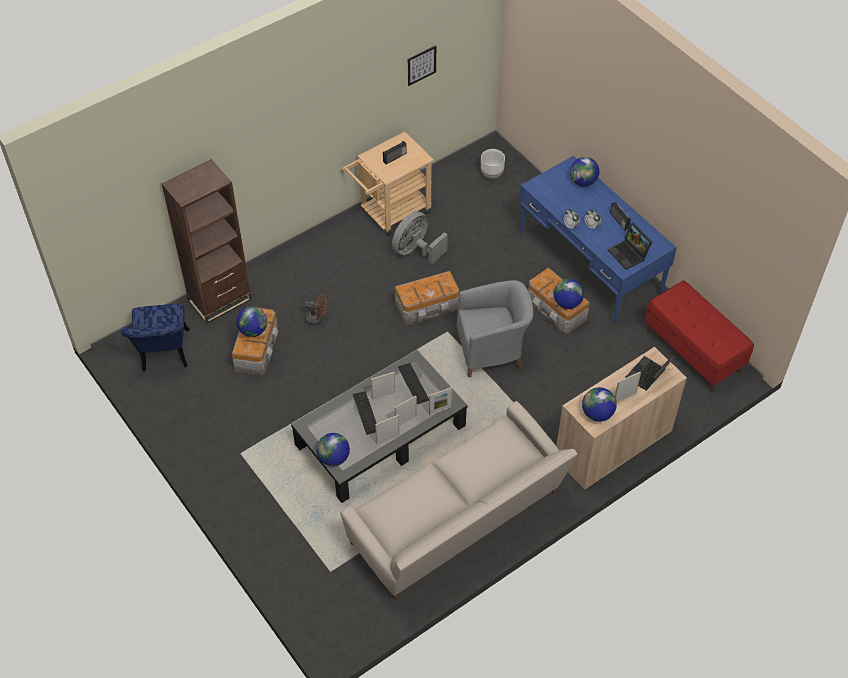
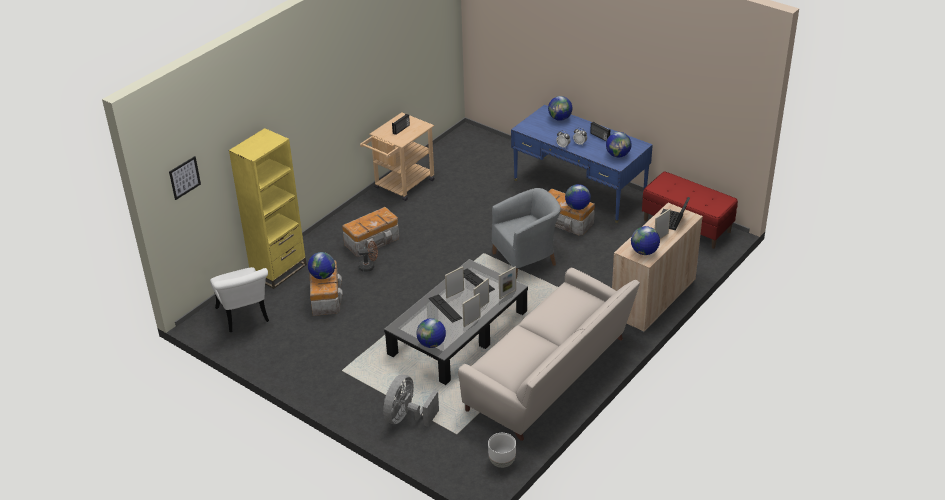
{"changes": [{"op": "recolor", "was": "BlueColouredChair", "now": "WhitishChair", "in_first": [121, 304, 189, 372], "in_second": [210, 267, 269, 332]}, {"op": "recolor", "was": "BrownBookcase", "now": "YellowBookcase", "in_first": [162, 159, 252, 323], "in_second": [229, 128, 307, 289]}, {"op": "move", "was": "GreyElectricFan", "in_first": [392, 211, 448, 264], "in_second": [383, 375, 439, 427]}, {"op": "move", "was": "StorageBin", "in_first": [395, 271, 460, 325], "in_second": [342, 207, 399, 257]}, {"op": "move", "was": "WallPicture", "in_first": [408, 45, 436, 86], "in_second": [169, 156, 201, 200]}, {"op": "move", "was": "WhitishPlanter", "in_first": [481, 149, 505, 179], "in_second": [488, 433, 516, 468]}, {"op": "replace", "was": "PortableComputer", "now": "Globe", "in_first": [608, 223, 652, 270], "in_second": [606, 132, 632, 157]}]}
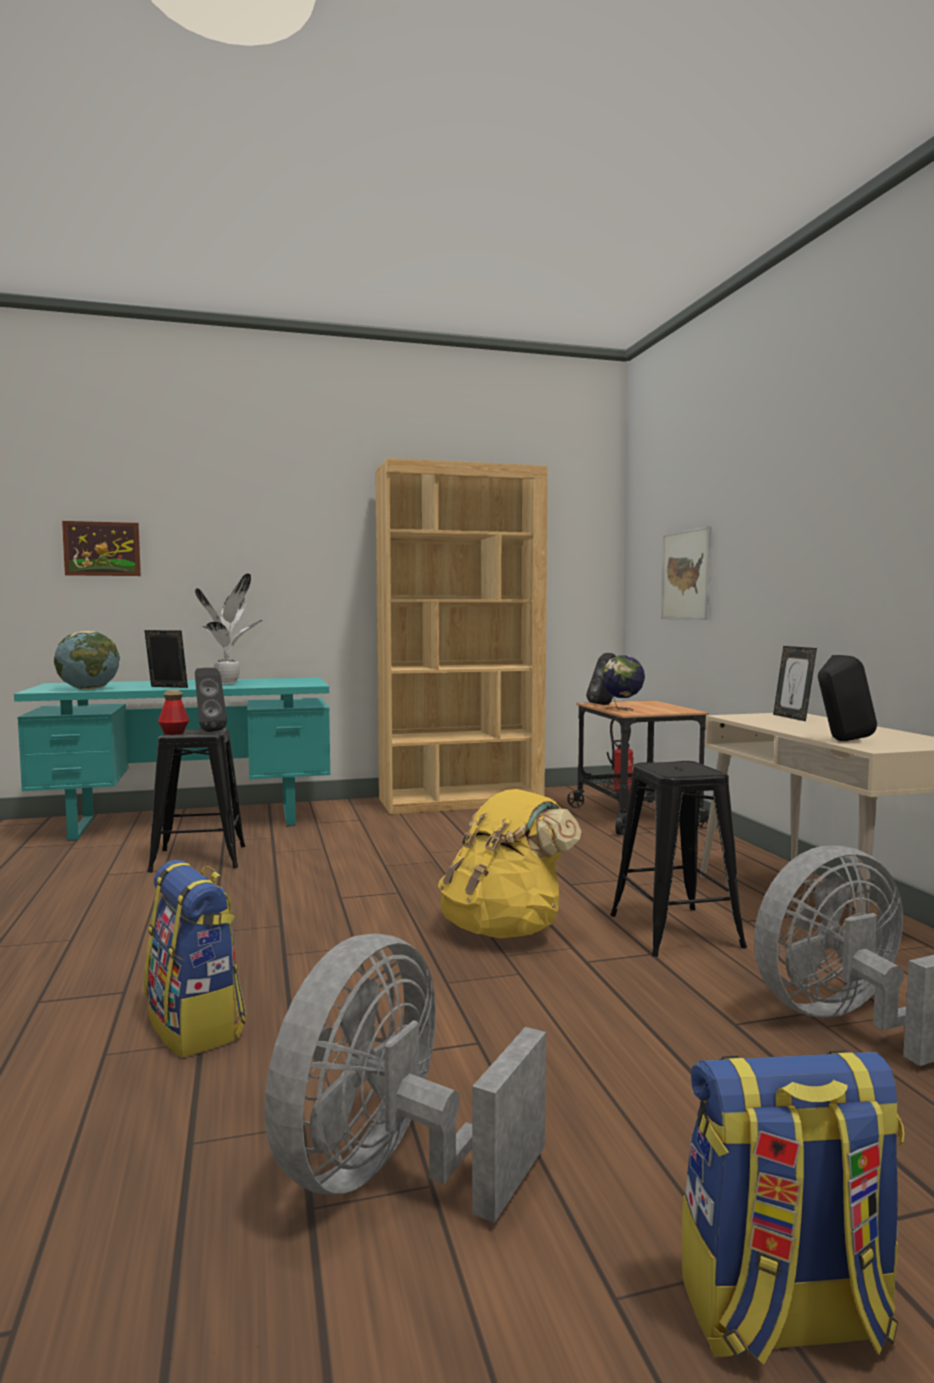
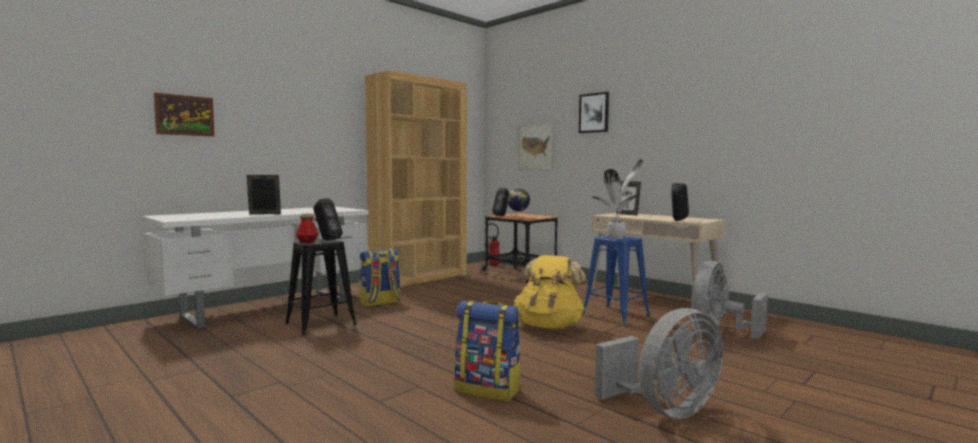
{"changes": [{"op": "recolor", "was": "TurquoiseColouredDeskTable", "now": "WhitishDeskTable", "in_first": [14, 677, 331, 841], "in_second": [142, 207, 369, 329]}, {"op": "delete", "was": "Globe", "in_first": [54, 631, 120, 690]}, {"op": "move", "was": "PlantInAPot", "in_first": [195, 573, 263, 684], "in_second": [593, 159, 643, 239]}, {"op": "rotate", "was": "GreyElectricFan", "in_first": [265, 934, 546, 1223], "in_second": [595, 308, 723, 419], "clockwise": -120}, {"op": "recolor", "was": "BlackStoolSeat", "now": "BlueColouredStoolSeat", "in_first": [610, 761, 747, 957], "in_second": [583, 236, 650, 325]}, {"op": "move", "was": "Rucksack", "in_first": [682, 1050, 904, 1365], "in_second": [360, 249, 401, 307]}, {"op": "insert", "now": "WallPicture", "in_second": [579, 92, 609, 133]}]}
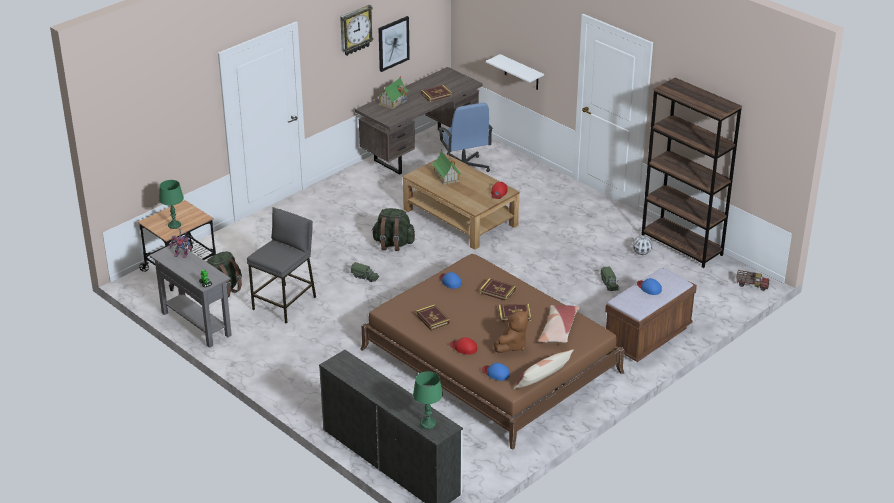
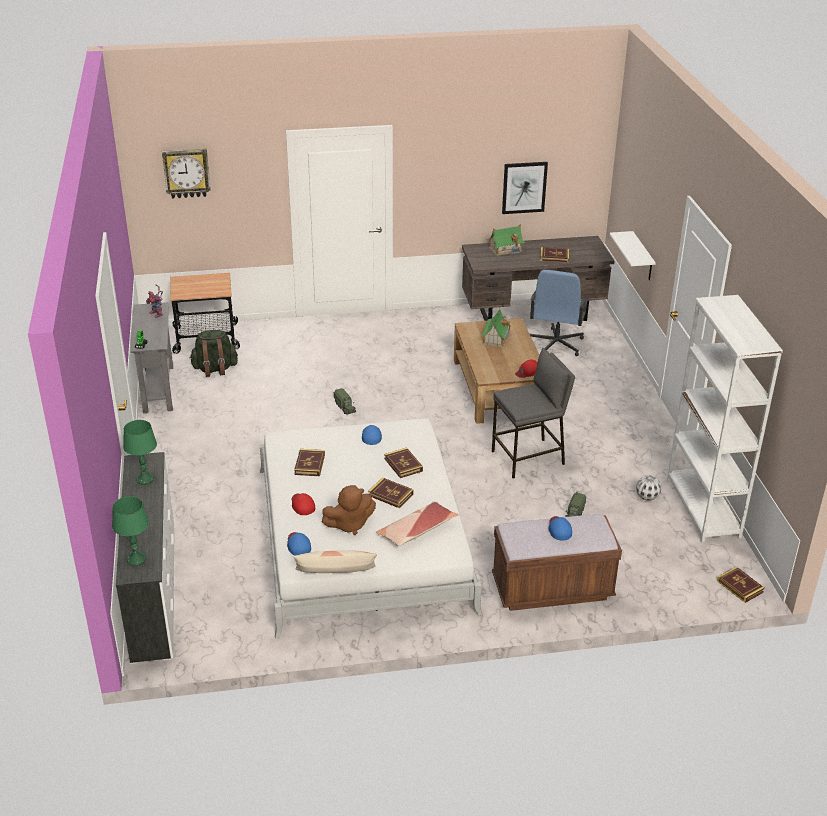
{"changes": [{"op": "move", "was": "GreenColouredTabletopLamp", "in_first": [159, 180, 184, 229], "in_second": [123, 420, 157, 485]}, {"op": "move", "was": "GreyStoolSeat", "in_first": [247, 207, 316, 323], "in_second": [492, 348, 575, 479]}, {"op": "move", "was": "HangingClock", "in_first": [340, 5, 374, 56], "in_second": [162, 149, 211, 199]}, {"op": "recolor", "was": "BrownSleepingBed", "now": "WhitishSleepingBed", "in_first": [360, 254, 624, 450], "in_second": [260, 418, 482, 638]}, {"op": "delete", "was": "GreenColouredRucksack", "in_first": [372, 208, 415, 251]}, {"op": "recolor", "was": "BrownBookcase", "now": "WhitishBookcase", "in_first": [641, 78, 742, 268], "in_second": [667, 295, 783, 543]}, {"op": "replace", "was": "ToyTruck", "now": "Volume", "in_first": [736, 270, 770, 291], "in_second": [717, 567, 765, 603]}]}
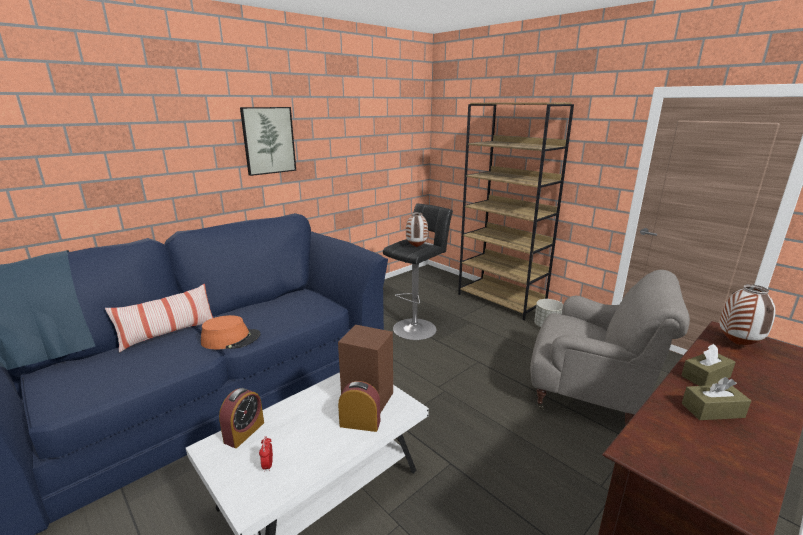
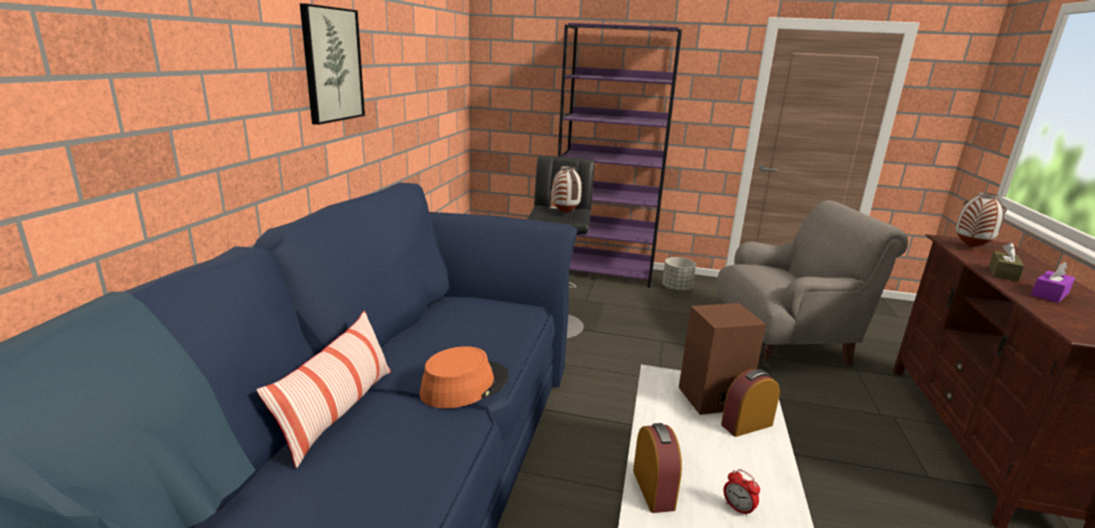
{"changes": [{"op": "recolor", "was": "BrownBookcase", "now": "PurpleBookcase", "in_first": [458, 103, 574, 320], "in_second": [555, 23, 682, 288]}, {"op": "recolor", "was": "BrownTissueHolder", "now": "PurpleTissueHolder", "in_first": [682, 377, 751, 420], "in_second": [1031, 262, 1075, 303]}]}
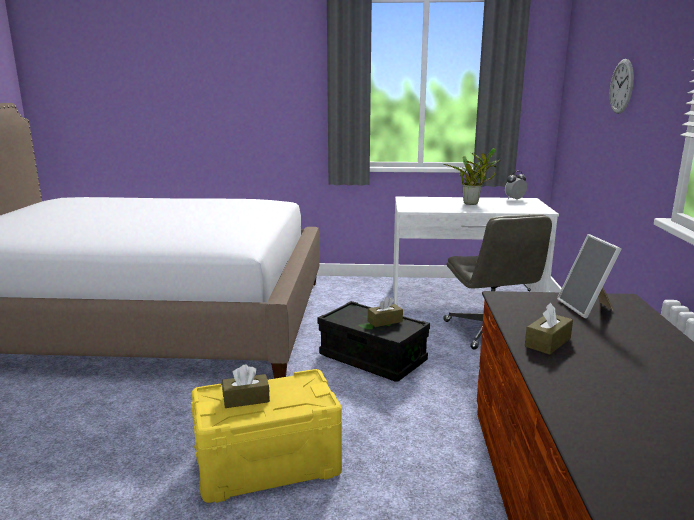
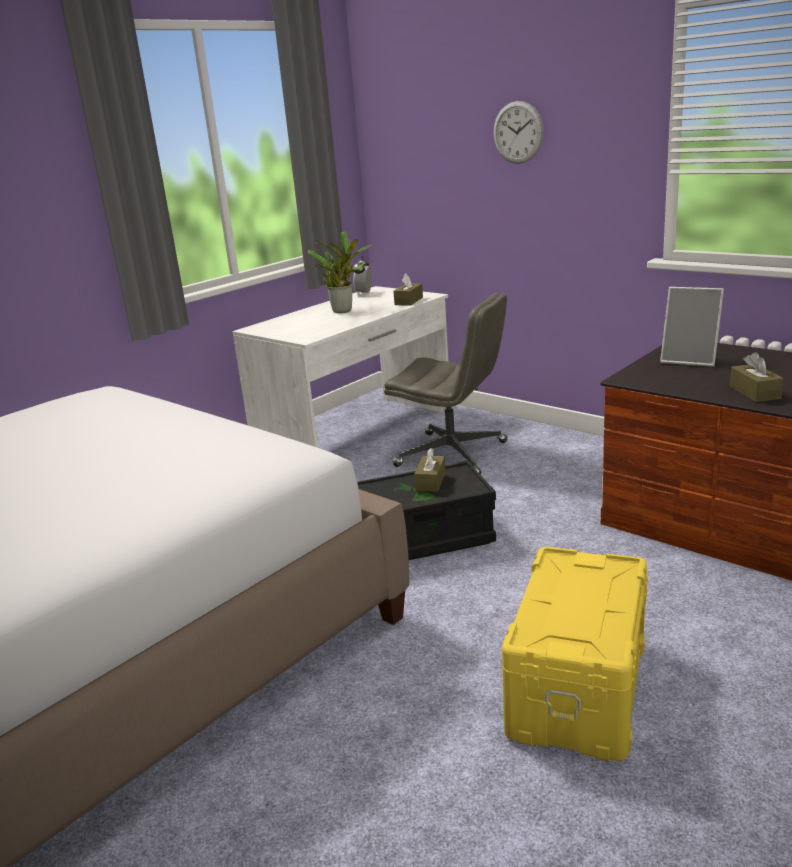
{"changes": [{"op": "move", "was": "BrownTissueHolder", "in_first": [222, 365, 270, 408], "in_second": [393, 273, 423, 306]}]}
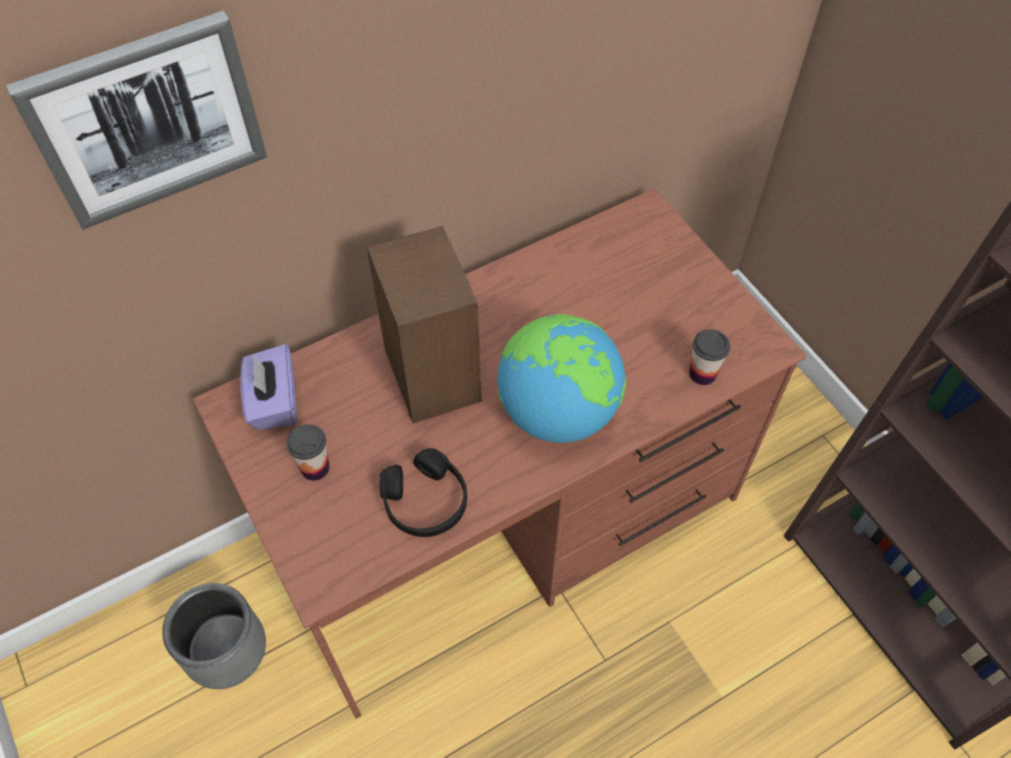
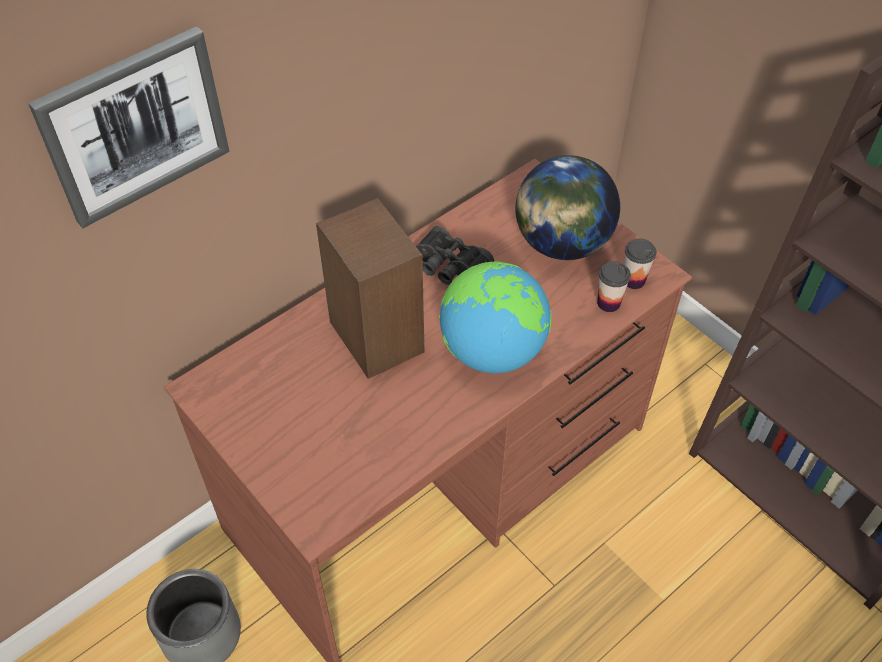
{"changes": [{"op": "delete", "was": "PurpleTissueHolder", "in_first": [241, 344, 297, 430]}, {"op": "move", "was": "DrinkingCup", "in_first": [286, 424, 329, 481], "in_second": [624, 239, 656, 289]}, {"op": "delete", "was": "BlackPairOfHeadphones", "in_first": [380, 448, 467, 537]}, {"op": "insert", "now": "BlackBinoculars", "in_second": [416, 226, 494, 285]}, {"op": "insert", "now": "Globe", "in_second": [515, 155, 620, 260]}]}
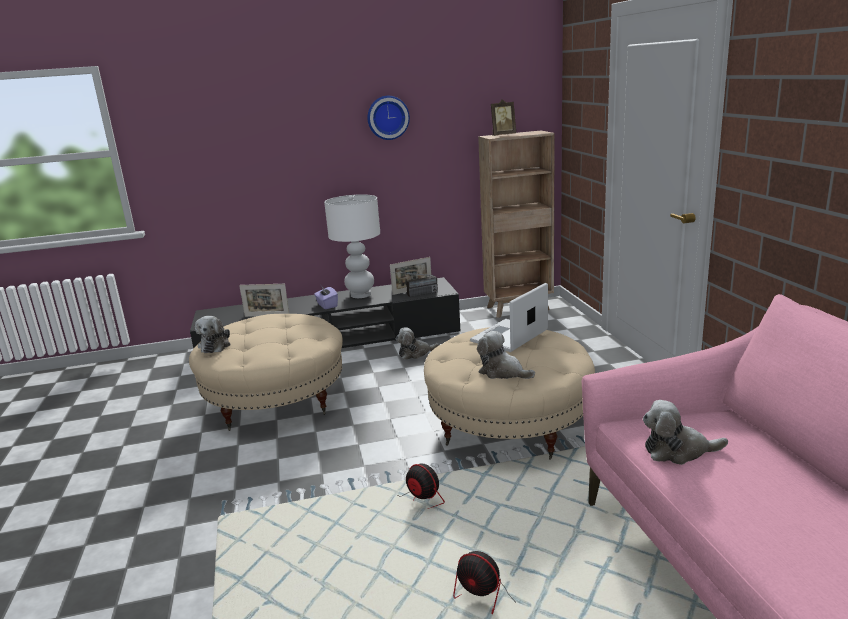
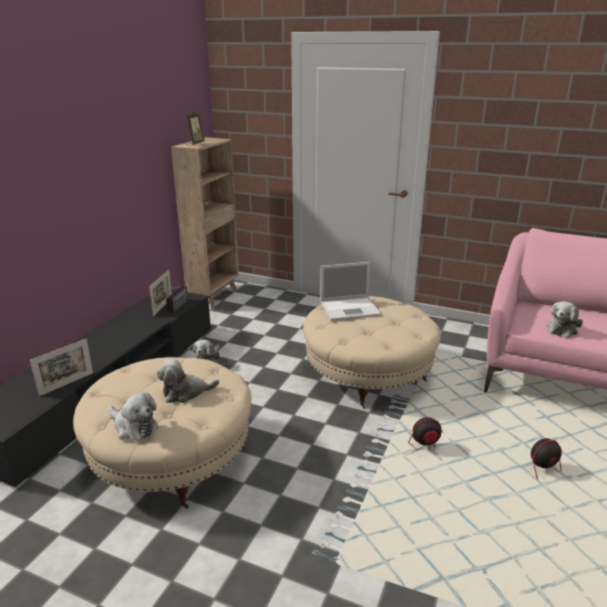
{"changes": [{"op": "delete", "was": "PurpleTissueHolder", "in_first": [314, 286, 338, 309]}, {"op": "delete", "was": "WhitishTabletopLamp", "in_first": [324, 194, 380, 298]}, {"op": "delete", "was": "HangingClock", "in_first": [367, 96, 410, 140]}, {"op": "rotate", "was": "PortableComputer", "in_first": [470, 283, 548, 352], "in_second": [320, 262, 381, 321], "clockwise": -90}, {"op": "move", "was": "CuddlyToy", "in_first": [477, 331, 535, 379], "in_second": [157, 359, 219, 403]}]}
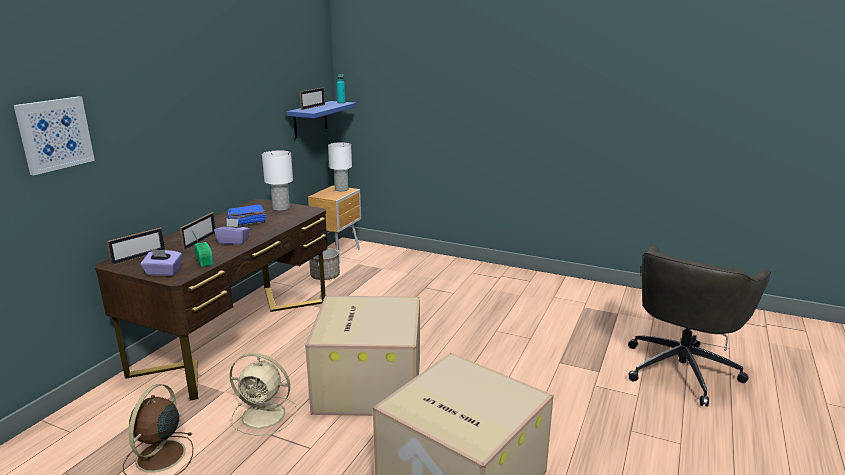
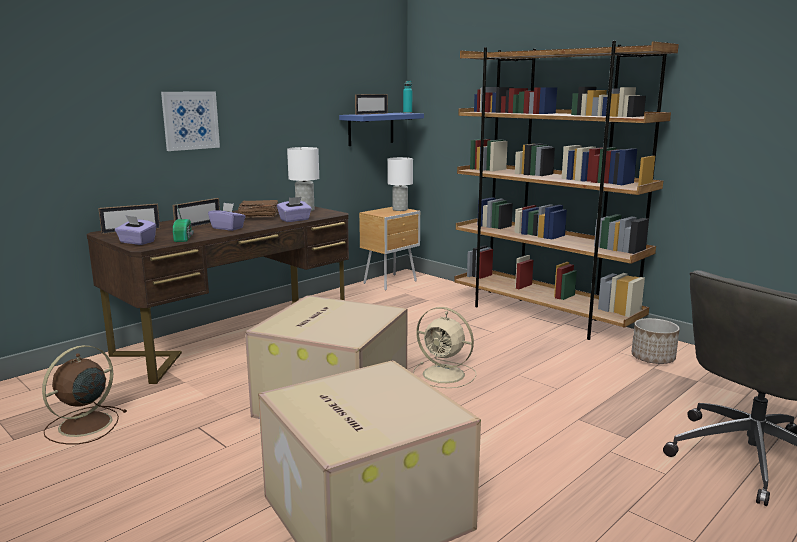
{"changes": [{"op": "move", "was": "WallPicture", "in_first": [14, 96, 95, 175], "in_second": [161, 91, 220, 151]}, {"op": "recolor", "was": "BlueColouredVolume", "now": "BrownVolume", "in_first": [227, 204, 266, 226], "in_second": [238, 200, 278, 218]}, {"op": "move", "was": "BeigeColouredElectricFan", "in_first": [229, 353, 297, 435], "in_second": [413, 307, 477, 388]}, {"op": "move", "was": "Planter", "in_first": [309, 248, 340, 280], "in_second": [632, 318, 680, 364]}, {"op": "insert", "now": "PurpleTissueHolder", "in_second": [277, 197, 312, 222]}, {"op": "insert", "now": "BrownBookcase", "in_second": [454, 41, 679, 340]}]}
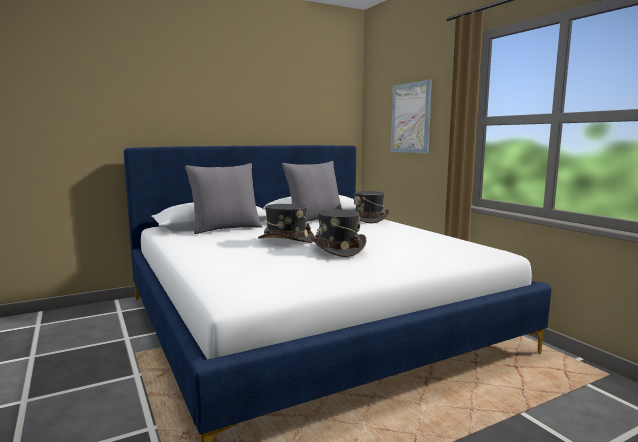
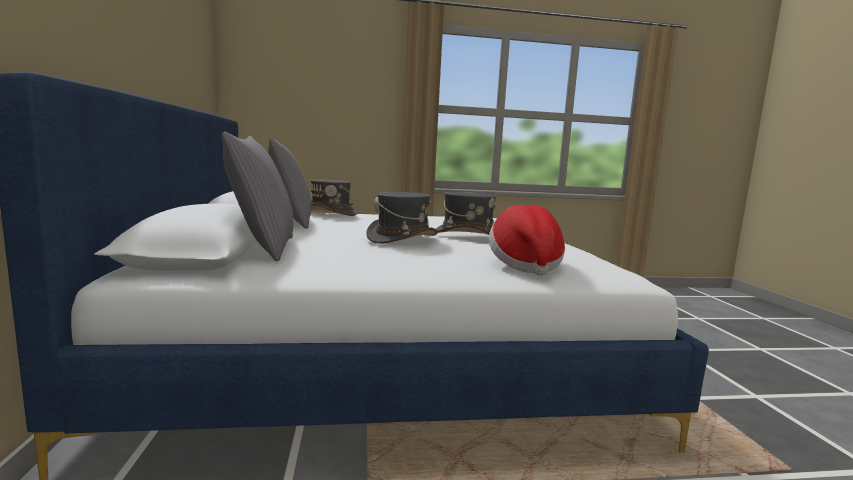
{"changes": [{"op": "delete", "was": "WallPicture", "in_first": [391, 80, 432, 153]}, {"op": "insert", "now": "WearableHat", "in_second": [489, 205, 565, 276]}]}
